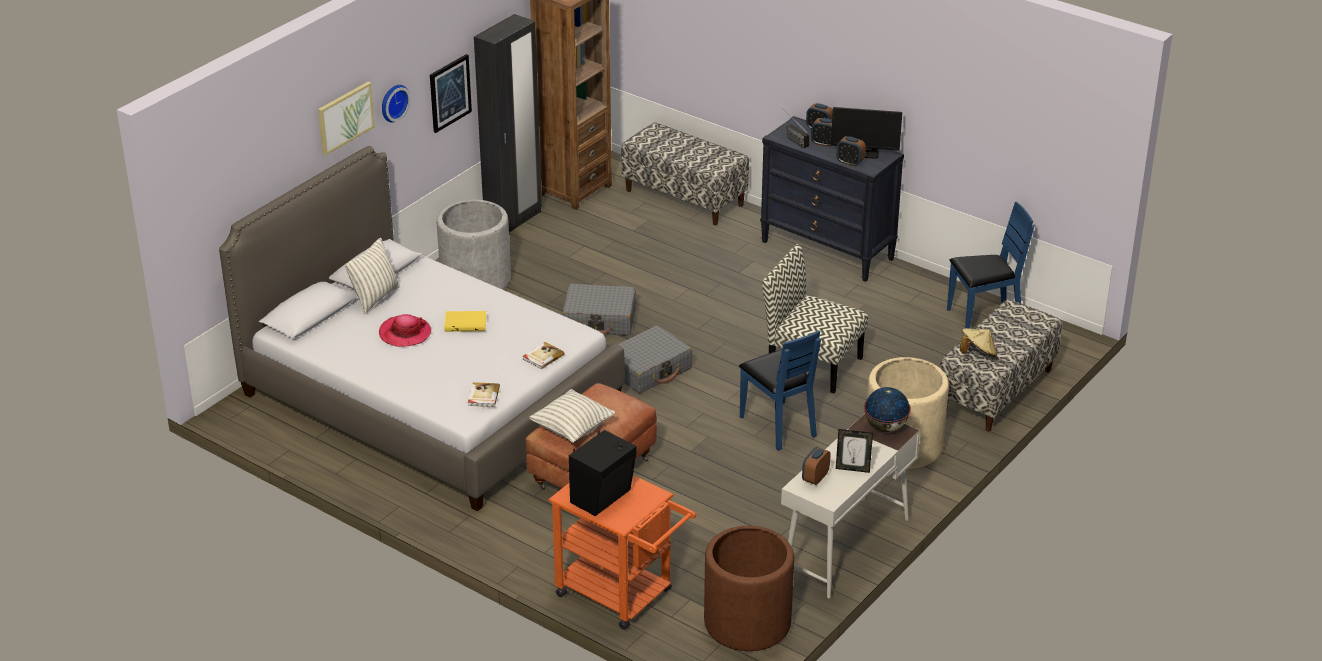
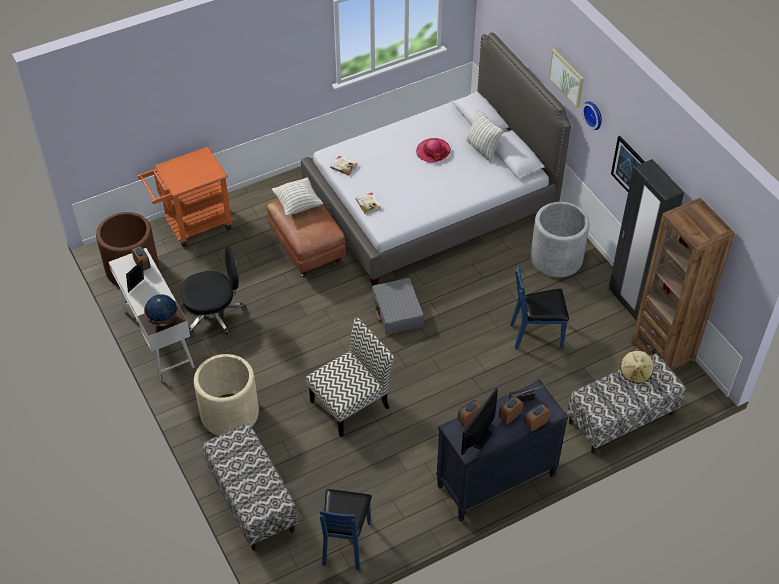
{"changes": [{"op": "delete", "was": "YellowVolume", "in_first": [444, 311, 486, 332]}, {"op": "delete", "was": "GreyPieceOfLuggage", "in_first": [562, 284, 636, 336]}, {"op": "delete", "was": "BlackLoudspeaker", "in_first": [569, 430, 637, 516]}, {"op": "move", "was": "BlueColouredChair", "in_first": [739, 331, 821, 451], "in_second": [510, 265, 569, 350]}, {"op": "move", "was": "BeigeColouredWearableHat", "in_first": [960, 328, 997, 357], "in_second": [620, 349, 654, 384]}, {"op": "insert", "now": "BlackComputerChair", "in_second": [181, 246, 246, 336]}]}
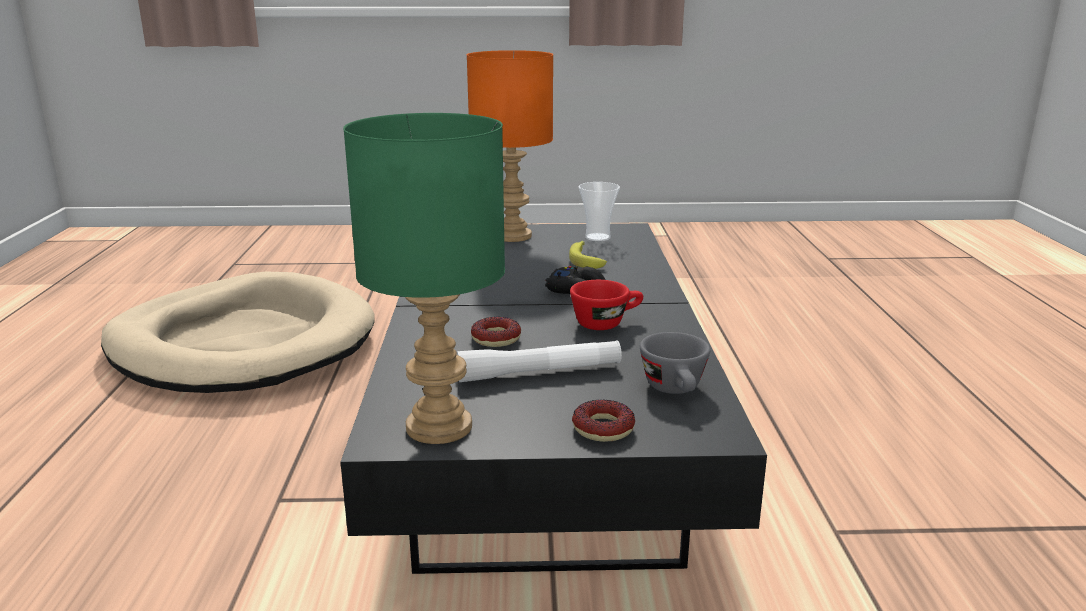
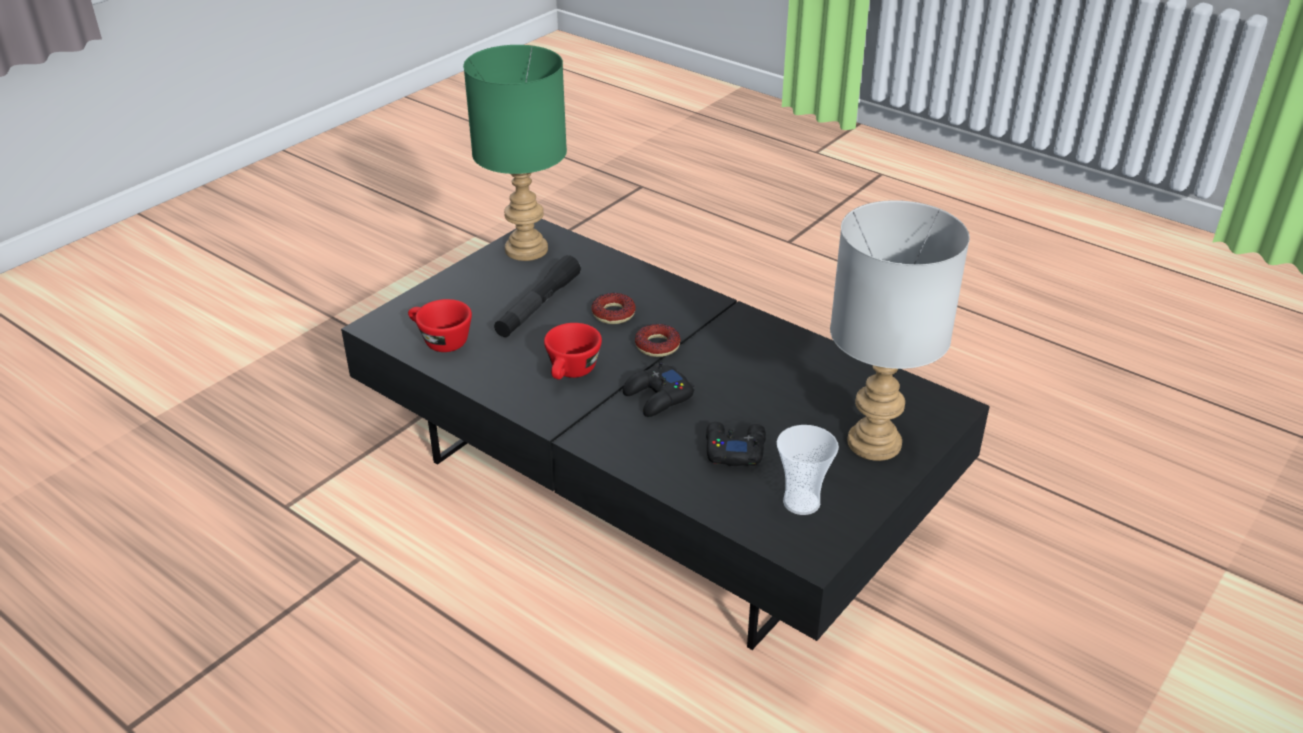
{"changes": [{"op": "delete", "was": "BeigeColouredDogBed", "in_first": [101, 271, 374, 393]}, {"op": "recolor", "was": "WhitishFlashlight", "now": "BlackFlashlight", "in_first": [457, 340, 622, 382], "in_second": [494, 255, 581, 337]}, {"op": "recolor", "was": "OrangeyTabletopLamp", "now": "GreyTabletopLamp", "in_first": [467, 50, 553, 242], "in_second": [830, 200, 970, 461]}, {"op": "replace", "was": "Banana", "now": "BlackGamepad", "in_first": [569, 241, 607, 269], "in_second": [706, 422, 766, 466]}, {"op": "move", "was": "RingDoughnut", "in_first": [572, 400, 635, 442], "in_second": [635, 324, 681, 357]}, {"op": "recolor", "was": "GreyDrinkingCup", "now": "RedDrinkingCup", "in_first": [640, 332, 710, 394], "in_second": [408, 299, 472, 352]}]}
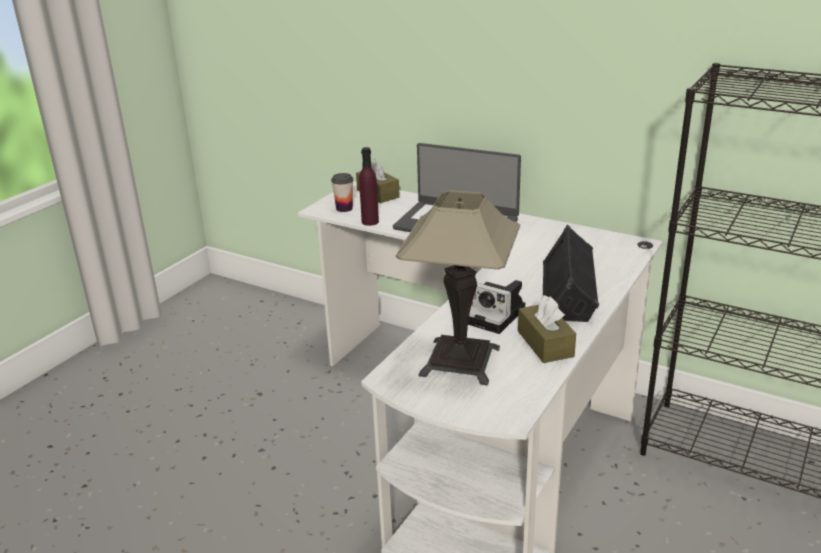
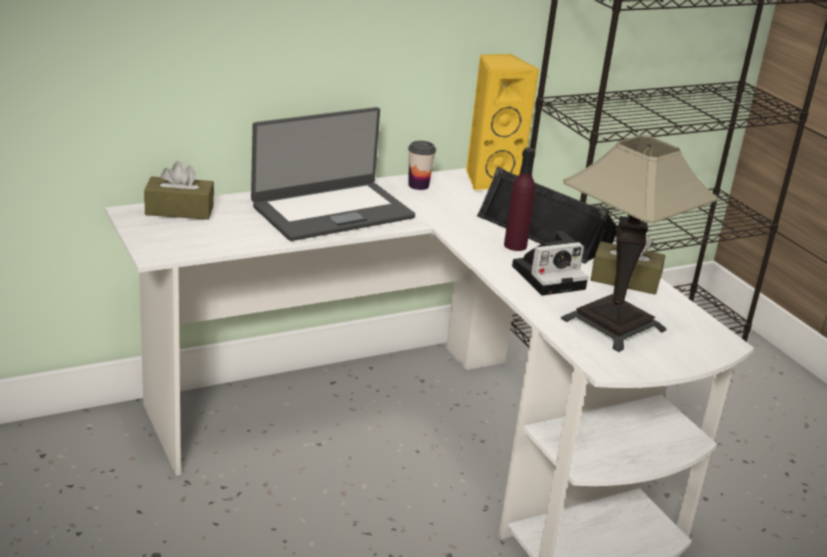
{"changes": [{"op": "move", "was": "DrinkingCup", "in_first": [331, 173, 353, 212], "in_second": [408, 141, 436, 190]}, {"op": "move", "was": "PurpleBeverageBottle", "in_first": [359, 147, 379, 226], "in_second": [504, 147, 535, 251]}, {"op": "insert", "now": "YellowLoudspeaker", "in_second": [466, 54, 539, 190]}]}
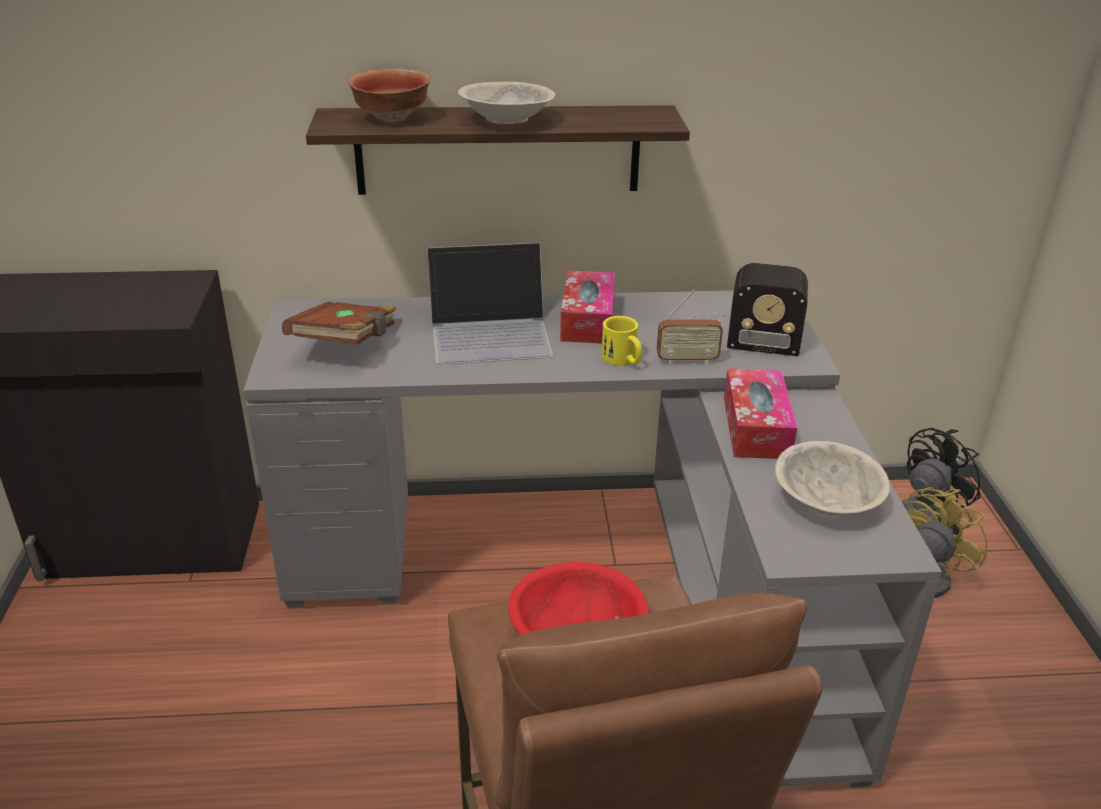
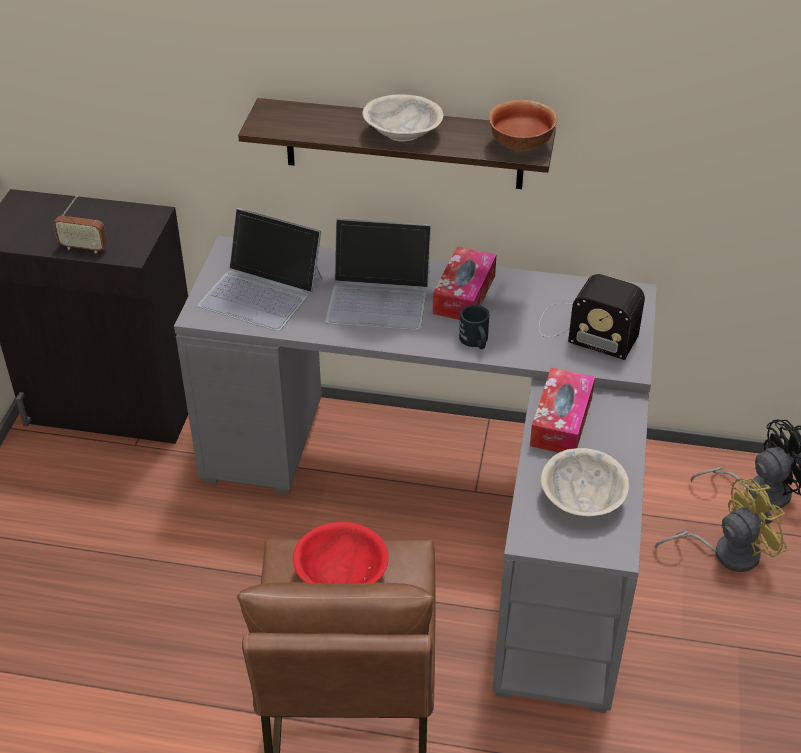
{"changes": [{"op": "replace", "was": "BrownVolume", "now": "PortableComputer", "in_first": [282, 302, 396, 345], "in_second": [198, 208, 322, 331]}, {"op": "move", "was": "Bowl", "in_first": [349, 69, 430, 122], "in_second": [489, 100, 557, 152]}, {"op": "recolor", "was": "YellowCoffeeMug", "now": "BlackCoffeeMug", "in_first": [601, 316, 642, 366], "in_second": [459, 305, 489, 349]}, {"op": "move", "was": "RadioReceiver", "in_first": [657, 289, 723, 364], "in_second": [54, 195, 107, 254]}]}
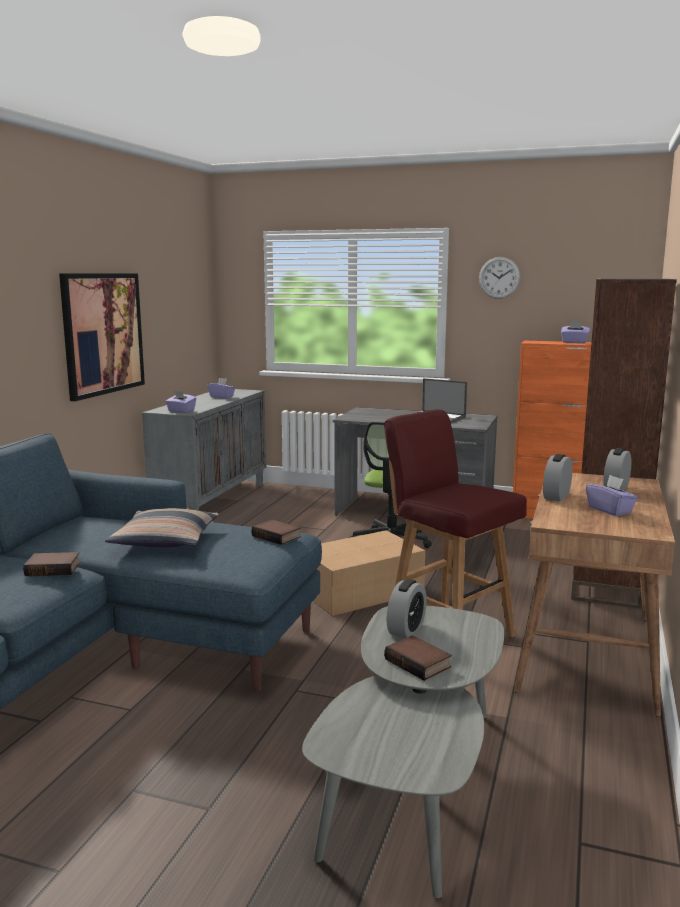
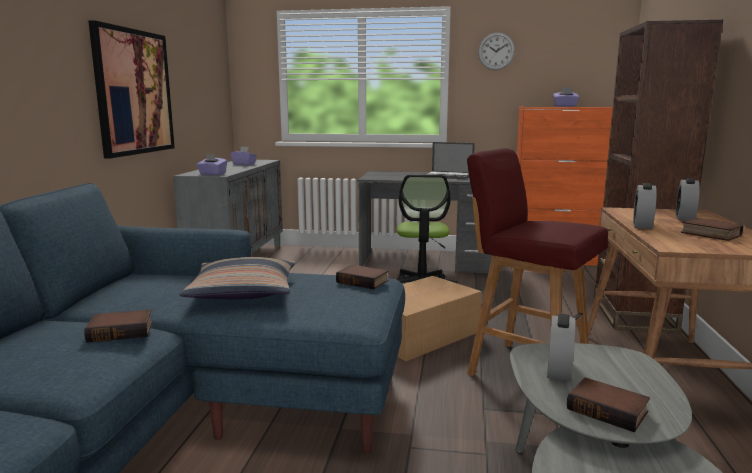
{"changes": [{"op": "replace", "was": "PurpleTissueHolder", "now": "Volume", "in_first": [586, 475, 638, 516], "in_second": [681, 218, 743, 241]}]}
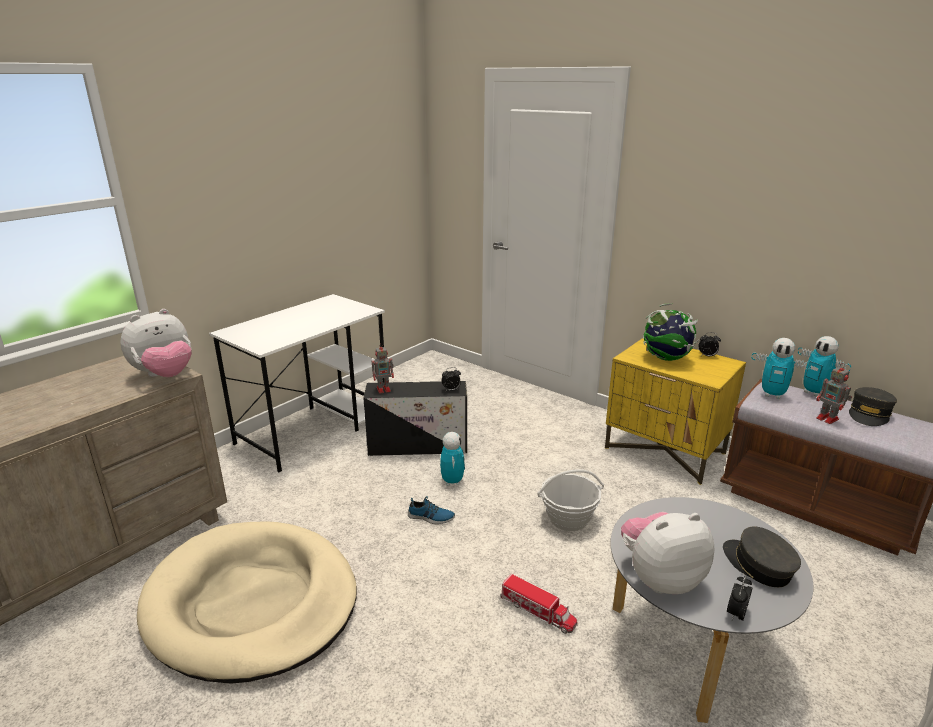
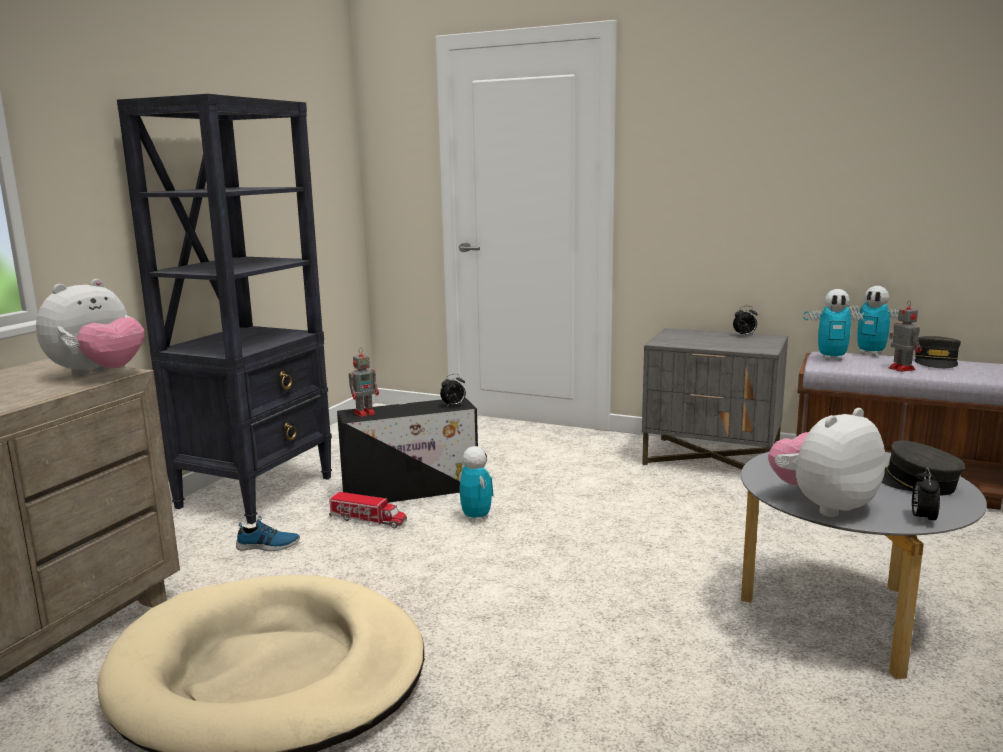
{"changes": [{"op": "replace", "was": "WhitishDeskTable", "now": "BlackBookcase", "in_first": [209, 294, 385, 473], "in_second": [117, 94, 332, 524]}, {"op": "move", "was": "ItemOfFootwear", "in_first": [408, 496, 455, 524], "in_second": [236, 516, 300, 551]}, {"op": "move", "was": "ToyTruck", "in_first": [500, 574, 578, 634], "in_second": [329, 492, 407, 529]}, {"op": "delete", "was": "StorageBasket", "in_first": [538, 469, 604, 531]}, {"op": "recolor", "was": "YellowNightstand", "now": "GreyNightstand", "in_first": [605, 338, 746, 485], "in_second": [642, 328, 788, 469]}, {"op": "delete", "was": "Globe", "in_first": [643, 303, 698, 361]}, {"op": "rotate", "was": "ToyRobot", "in_first": [816, 363, 852, 424], "in_second": [889, 300, 922, 372], "clockwise": -150}]}
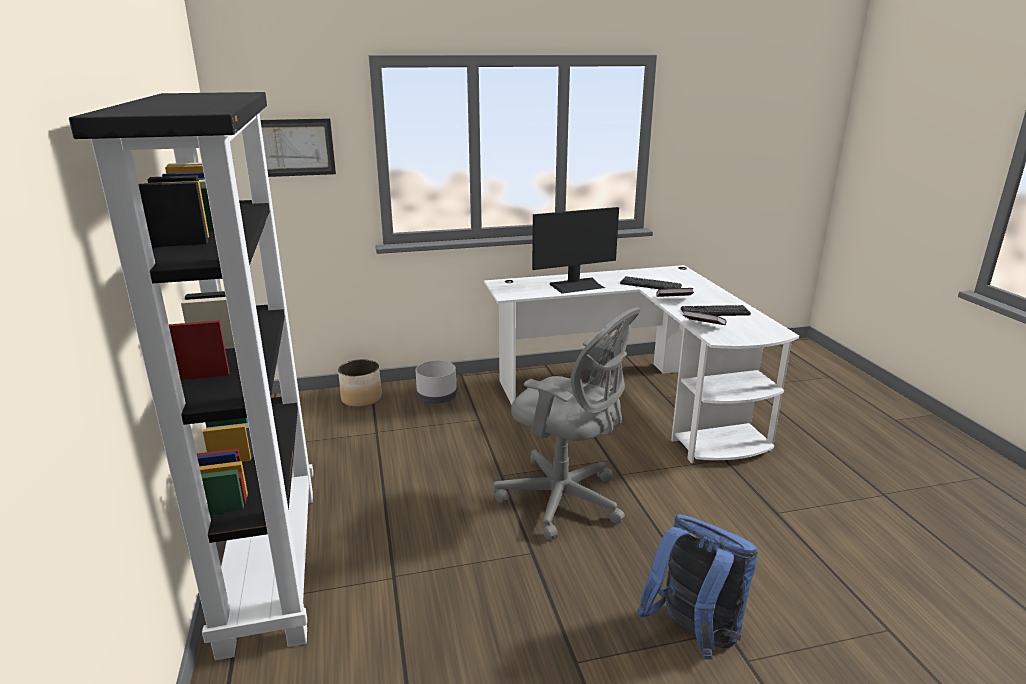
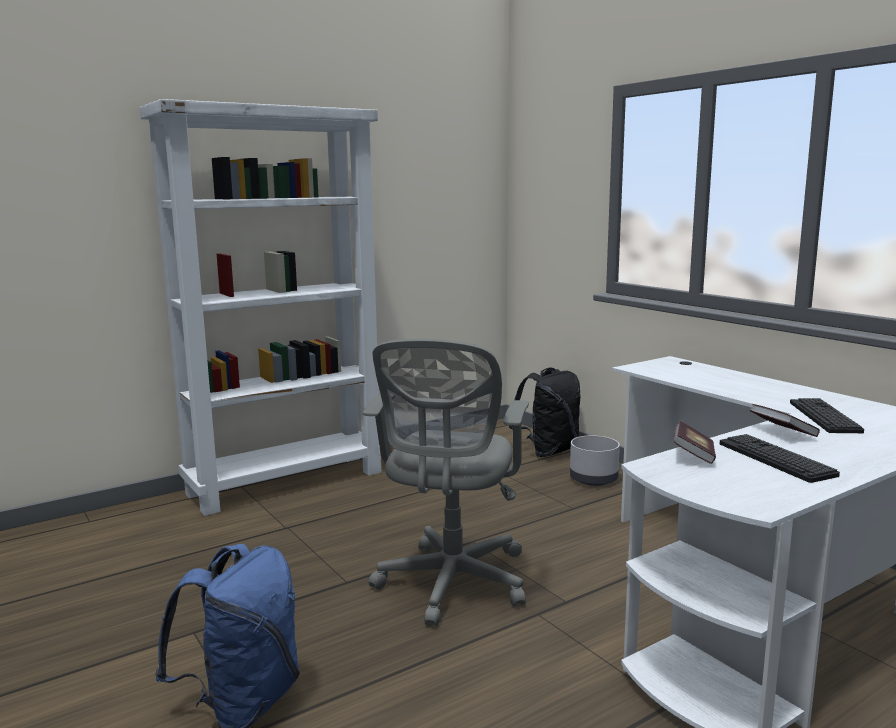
{"changes": [{"op": "recolor", "was": "BlackBookcase", "now": "WhitishBookcase", "in_first": [69, 92, 313, 660], "in_second": [139, 99, 381, 516]}, {"op": "delete", "was": "WallPicture", "in_first": [260, 118, 336, 177]}, {"op": "replace", "was": "Planter", "now": "BlackRucksack", "in_first": [338, 359, 382, 407], "in_second": [509, 368, 581, 457]}, {"op": "delete", "was": "Monitor", "in_first": [532, 207, 619, 294]}]}
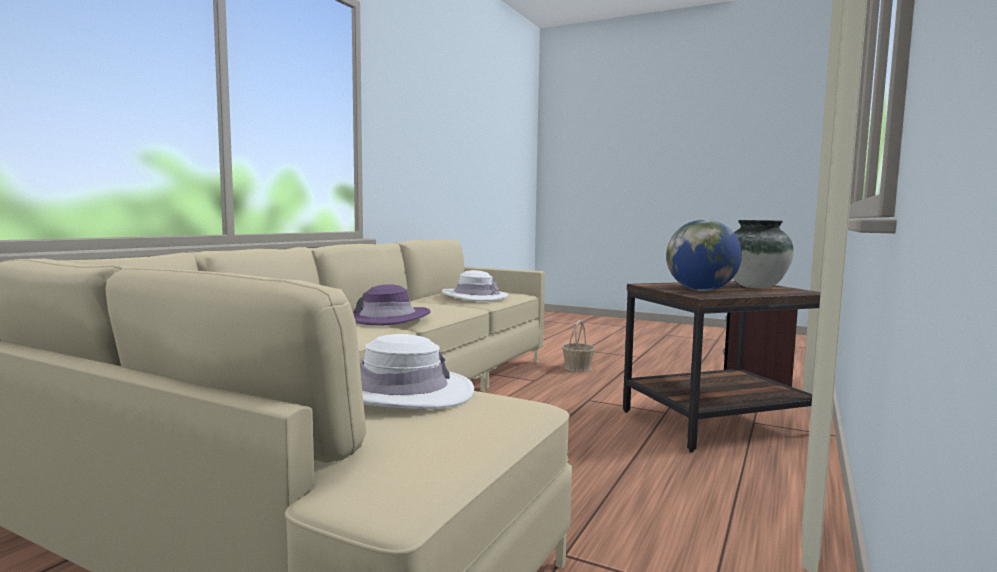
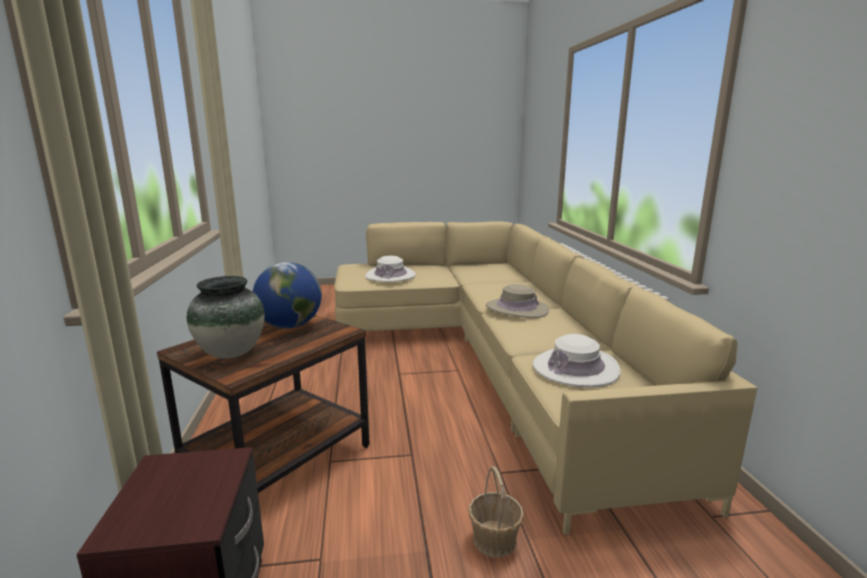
{"changes": [{"op": "recolor", "was": "PurpleWearableHat", "now": "BeigeColouredWearableHat", "in_first": [353, 284, 430, 326], "in_second": [486, 284, 549, 318]}]}
